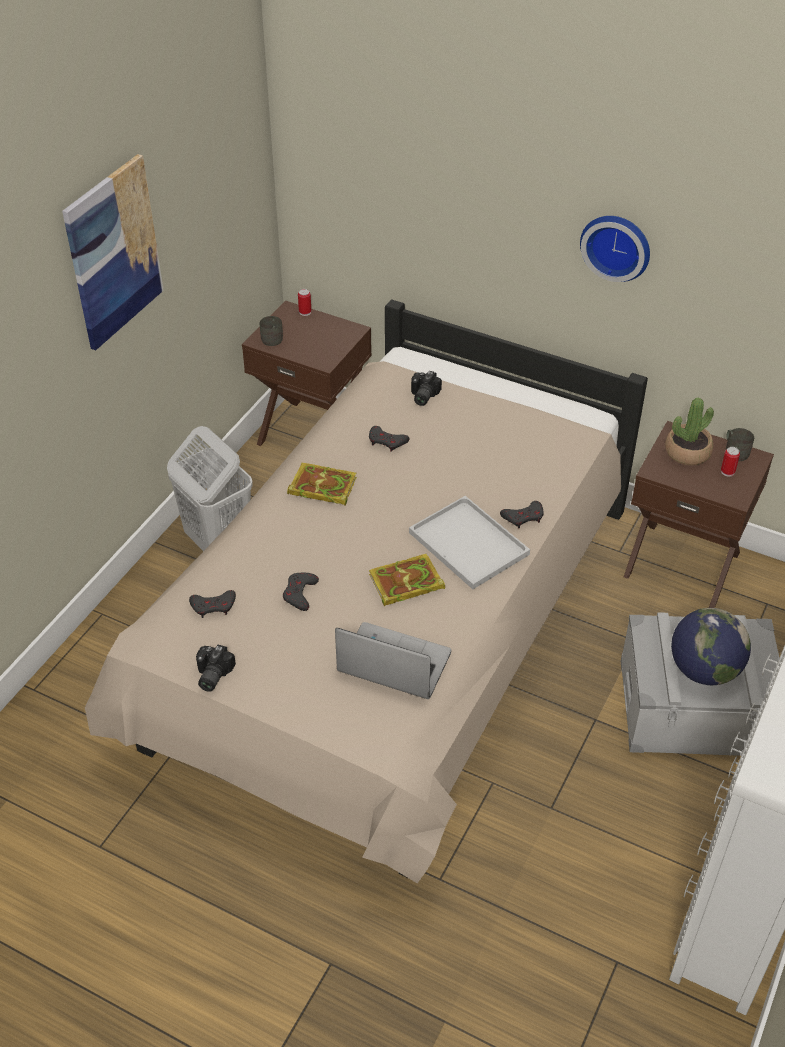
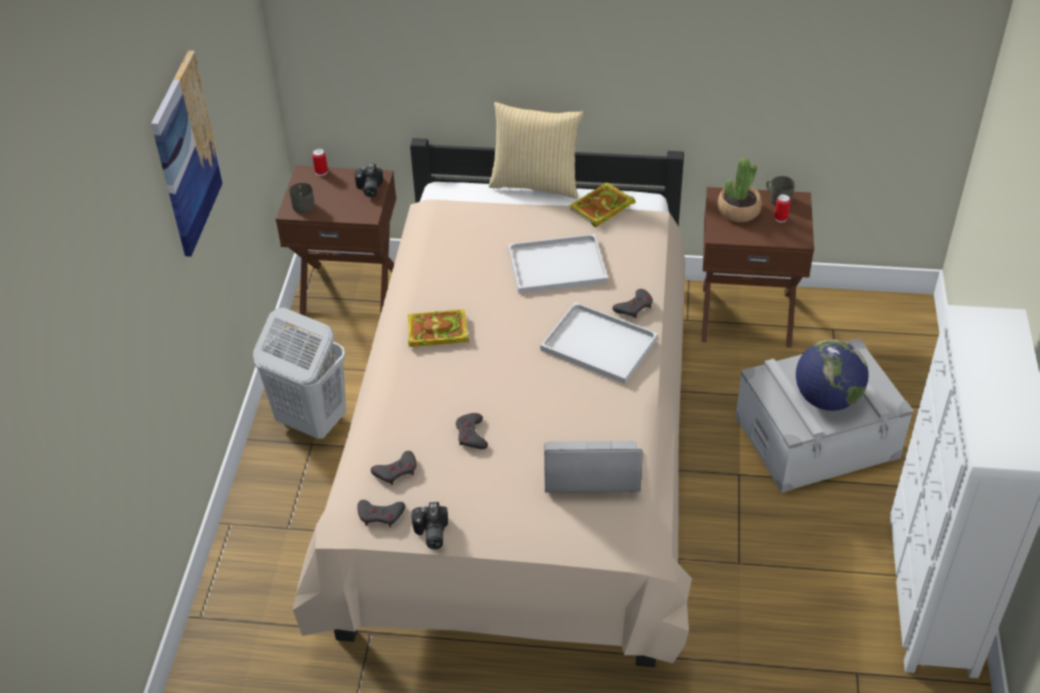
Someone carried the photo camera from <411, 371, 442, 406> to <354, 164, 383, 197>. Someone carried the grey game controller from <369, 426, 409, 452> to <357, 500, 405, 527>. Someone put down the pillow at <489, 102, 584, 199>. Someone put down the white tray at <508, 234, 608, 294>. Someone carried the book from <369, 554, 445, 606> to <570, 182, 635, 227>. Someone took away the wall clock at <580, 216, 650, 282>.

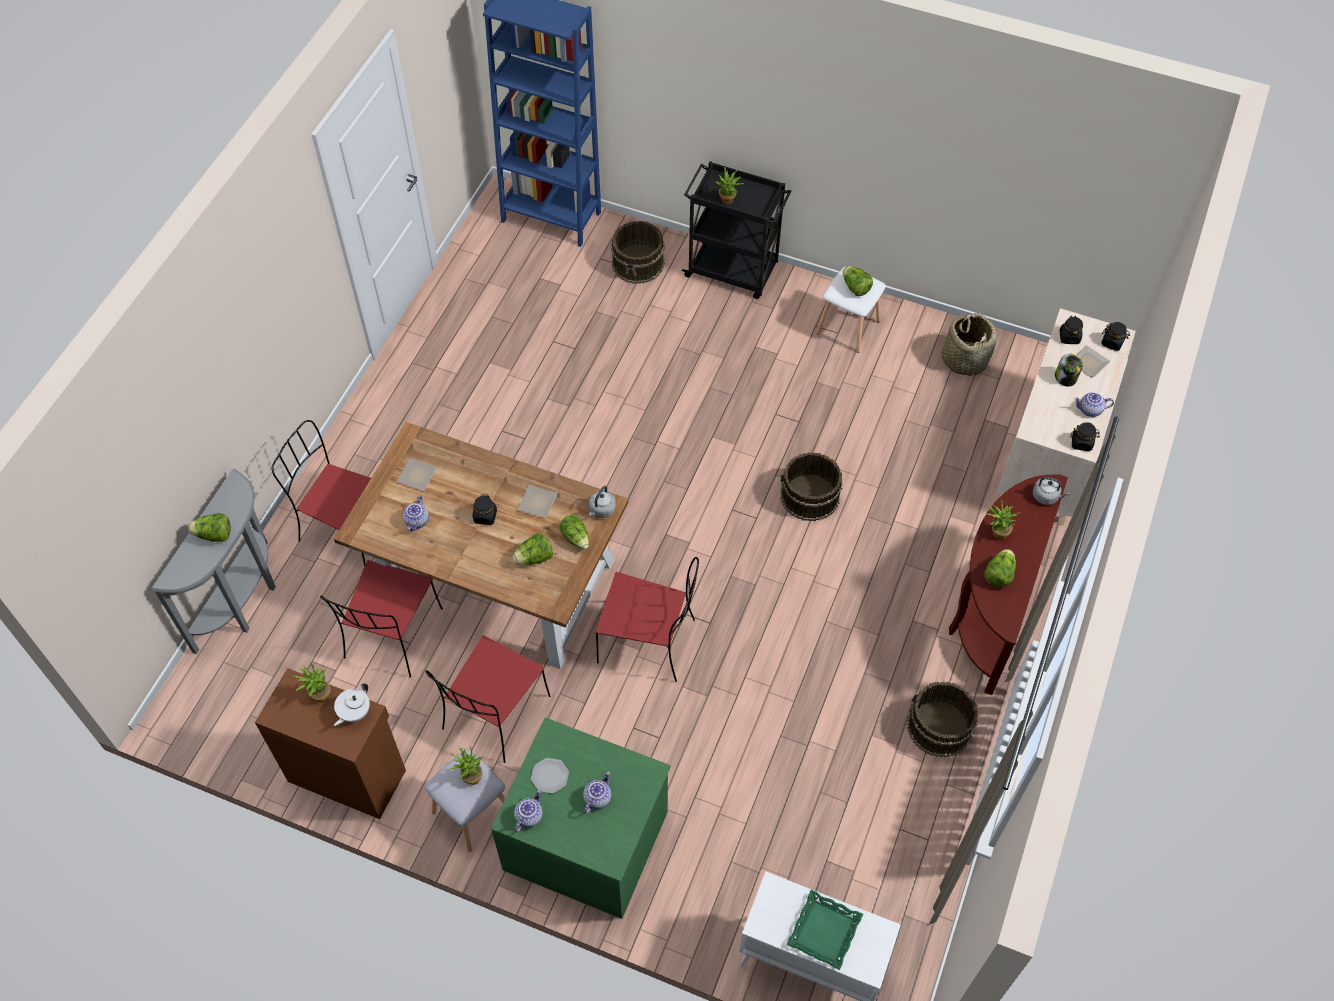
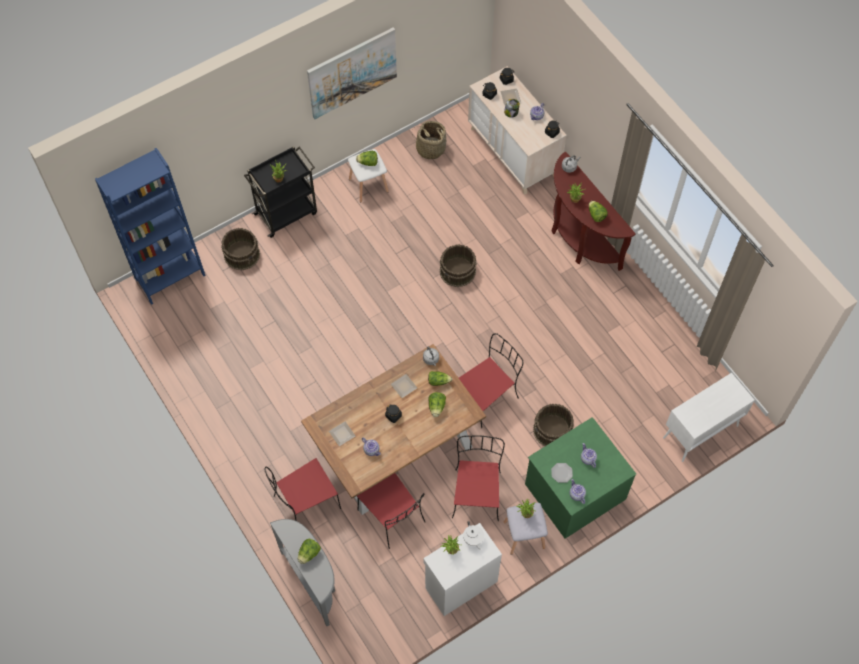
Someone put up the picture at <307, 27, 397, 119>. Someone repainted the brown cabinet at <255, 668, 406, 819>, which became the white cabinet at <423, 523, 502, 616>. Someone rotated the red chair at <425, 635, 550, 763> by 150 degrees counterclockwise. Someone carried the brown bucket from <907, 681, 978, 757> to <533, 403, 574, 446>. Someone took away the green tray at <786, 890, 863, 970>.

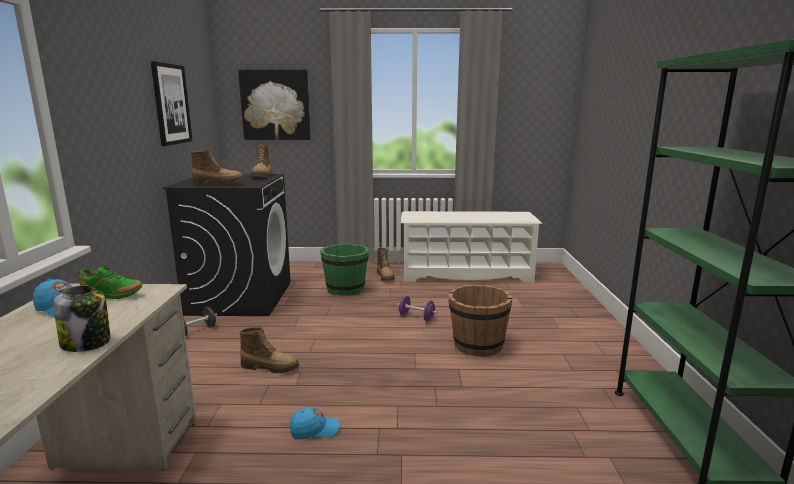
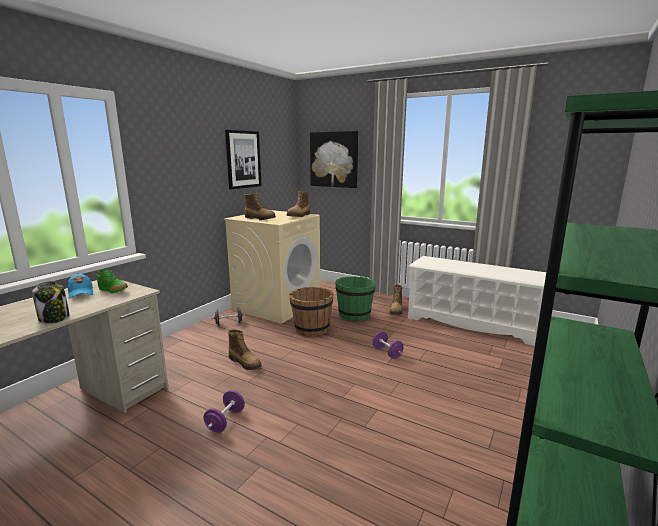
Someone swapped the blue cap at <290, 408, 339, 440> for the purple dumbbell at <204, 390, 245, 433>. Someone repainted the black washing machine at <162, 174, 291, 316>, which became the beige washing machine at <224, 210, 320, 324>. Someone carried the brown bucket from <449, 285, 512, 357> to <289, 287, 333, 337>.

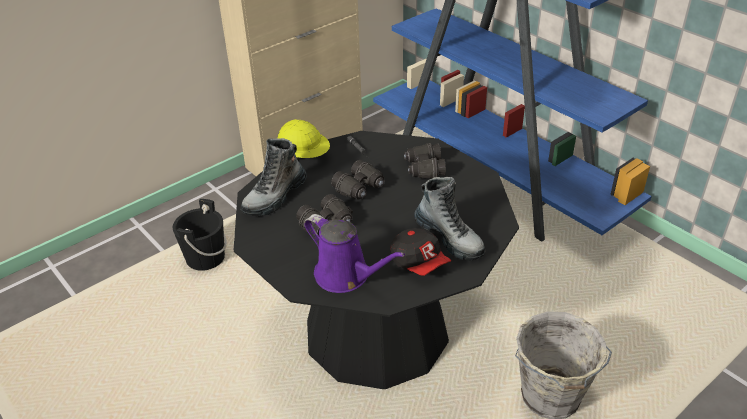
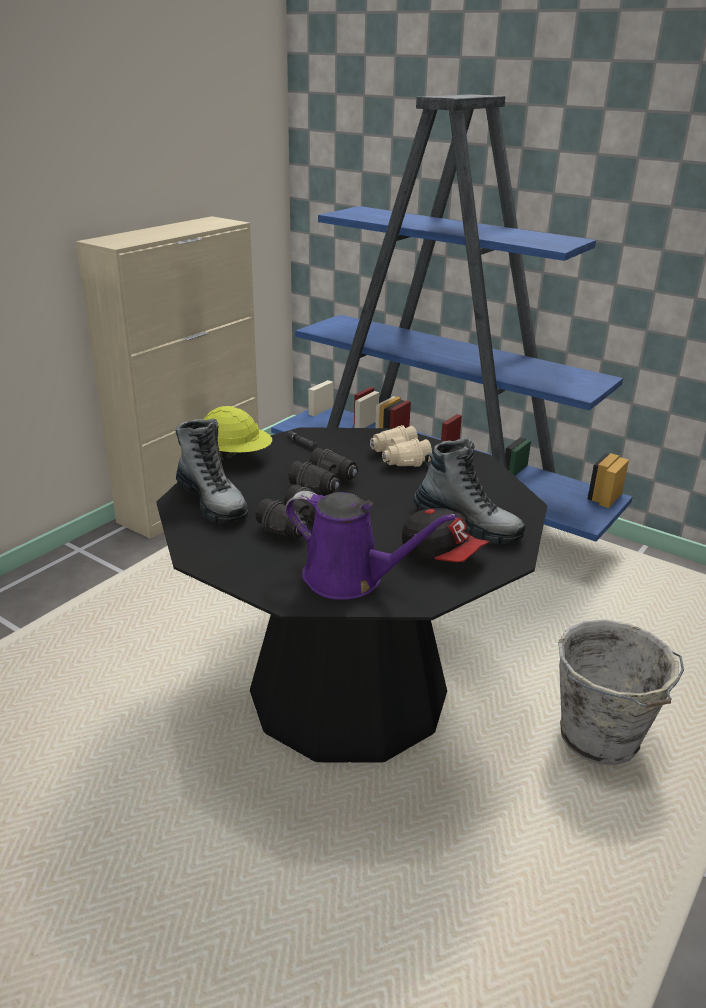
Someone rotated the boot at <241, 138, 307, 216> by 60 degrees counterclockwise. Someone repainted the black binoculars at <404, 143, 446, 178>, which became the beige binoculars at <370, 425, 432, 467>. Someone took away the black bucket at <173, 199, 227, 271>.

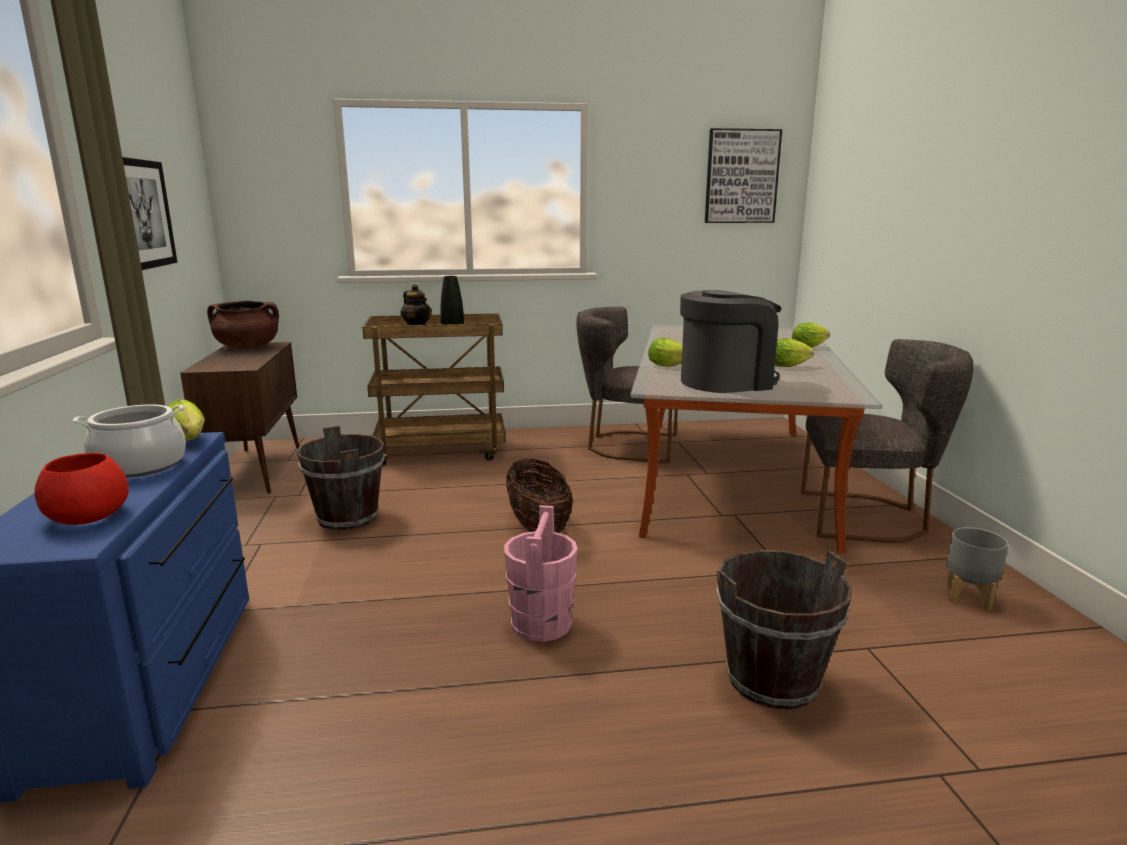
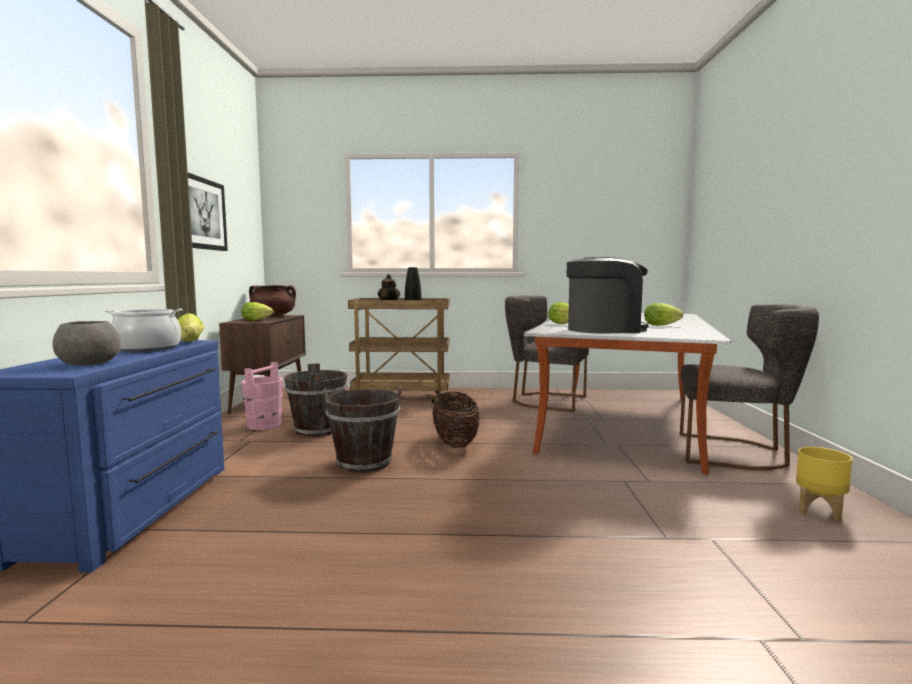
Someone repainted the red bowl at <35, 453, 129, 525>, which became the grey bowl at <53, 321, 121, 366>. Someone carried the lettuce from <792, 323, 830, 348> to <241, 302, 274, 321>. Someone carried the pink bucket from <504, 505, 577, 642> to <242, 362, 283, 430>. Someone carried the brown bucket from <716, 550, 853, 709> to <323, 386, 402, 473>. Someone repainted the grey planter at <946, 527, 1009, 610>, which became the yellow planter at <796, 447, 853, 522>. Someone took away the picture at <705, 128, 782, 223>.

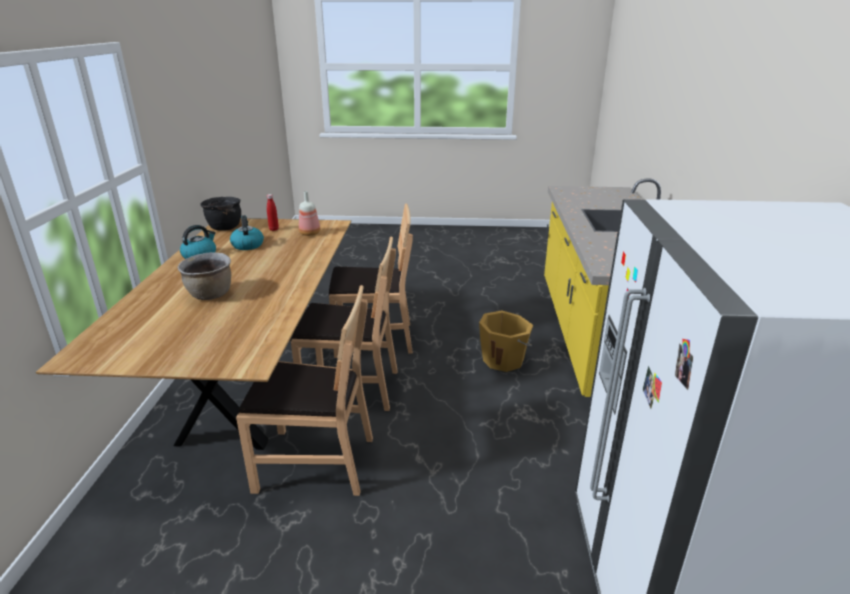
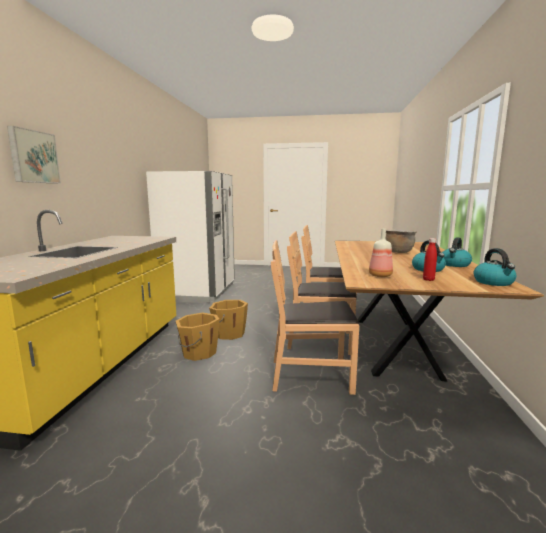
Someone put up the picture at <7, 126, 61, 184>. Someone put down the orange bucket at <209, 300, 248, 340>. Someone swapped the black cooking pot at <200, 197, 241, 231> for the kettle at <474, 248, 516, 286>.

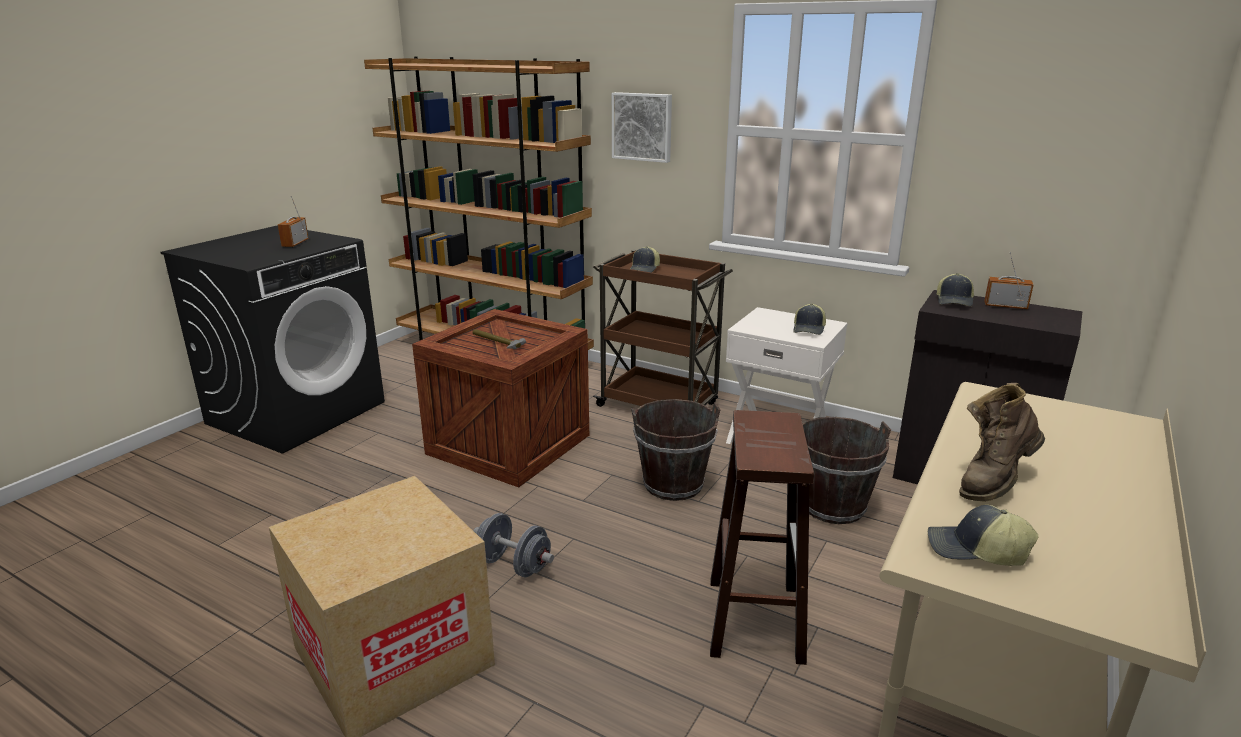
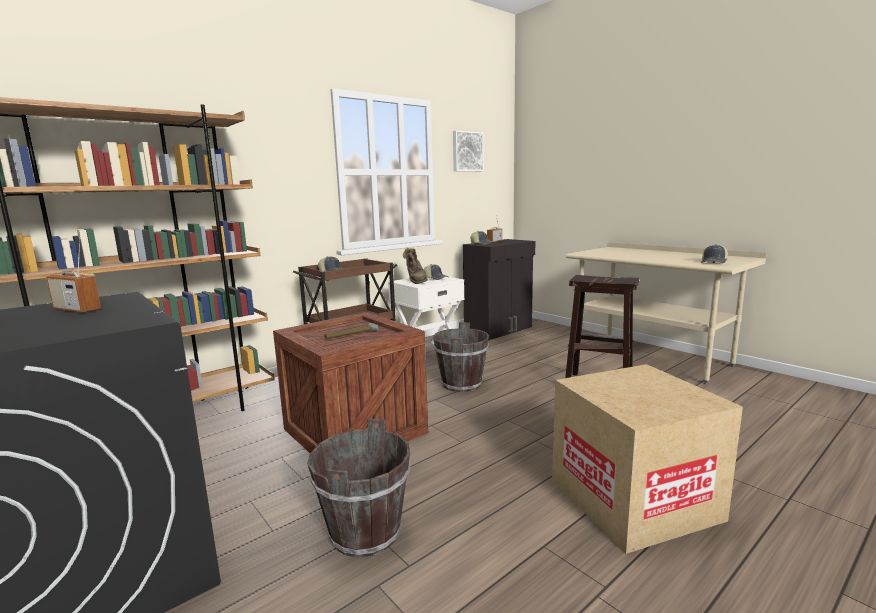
Someone carried the brown bucket from <803, 417, 891, 524> to <308, 418, 410, 558>. Someone carried the brown boot from <959, 383, 1045, 502> to <403, 248, 428, 284>. Someone carried the picture from <612, 92, 672, 163> to <453, 131, 484, 171>. Someone took away the grey dumbbell at <474, 513, 554, 577>.

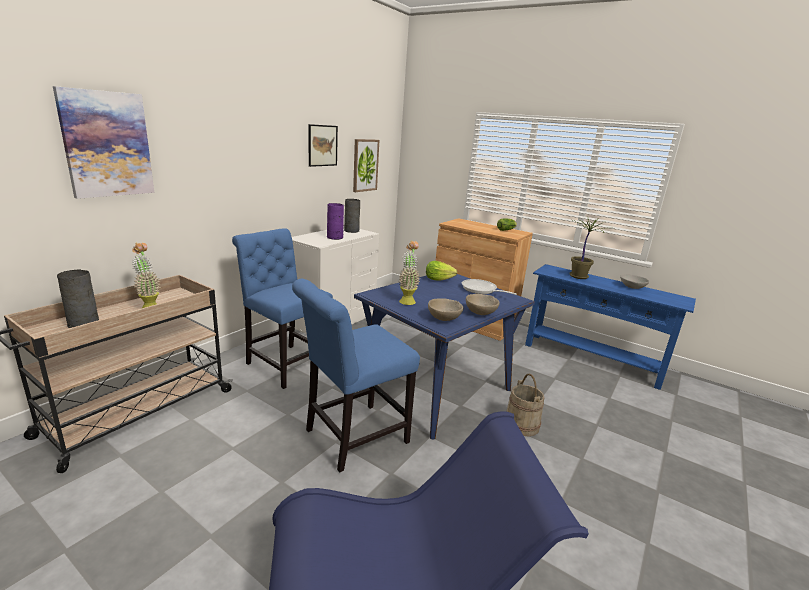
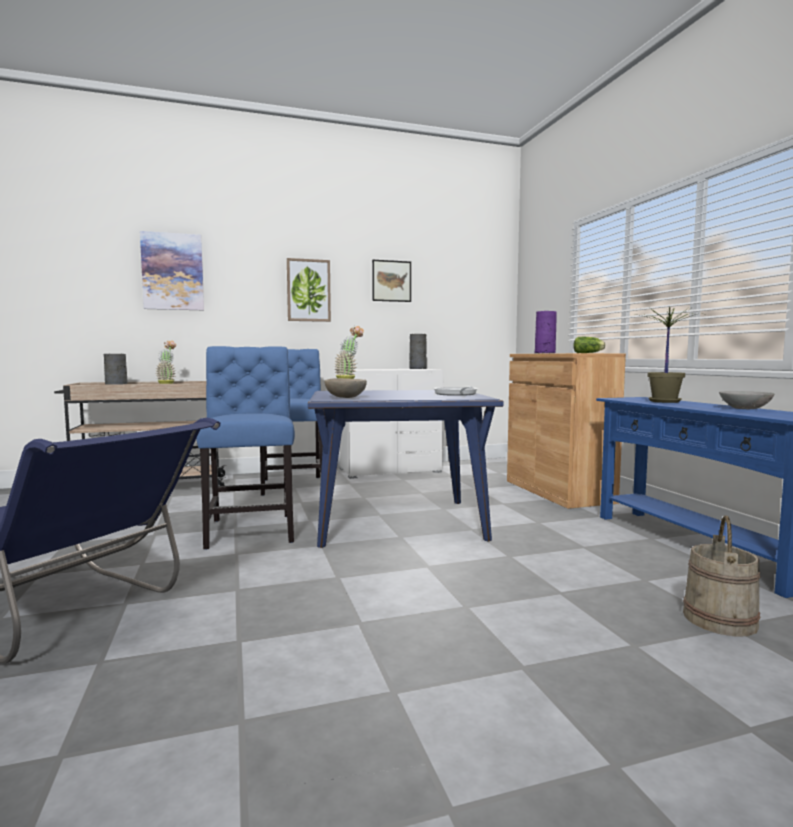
Someone rotated the blue chair at <292, 279, 420, 473> by 75 degrees clockwise. Someone carried the picture from <353, 139, 379, 192> to <287, 258, 331, 322>. Someone carried the purple vase from <327, 203, 344, 240> to <535, 311, 557, 353>. Someone carried the beige bucket from <506, 374, 545, 436> to <683, 516, 761, 636>. Someone took away the lettuce at <426, 261, 457, 281>. Someone took away the beige bowl at <466, 294, 500, 315>.

